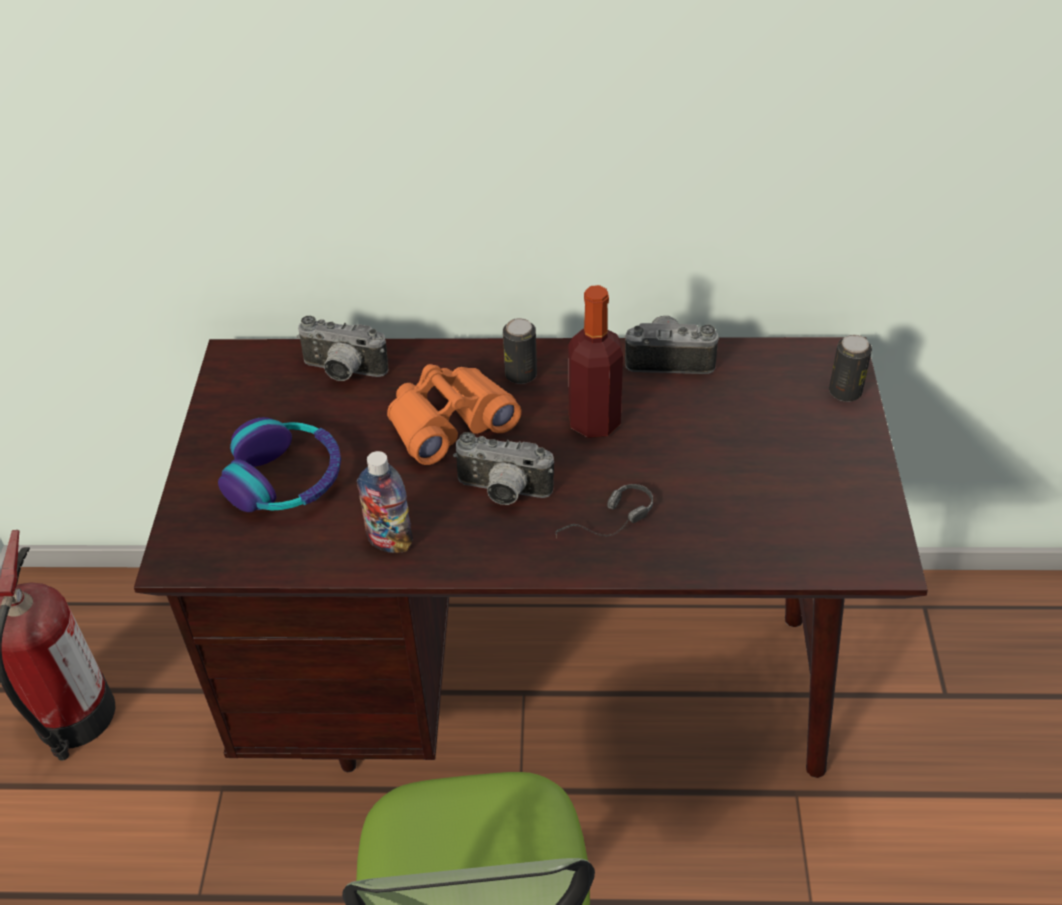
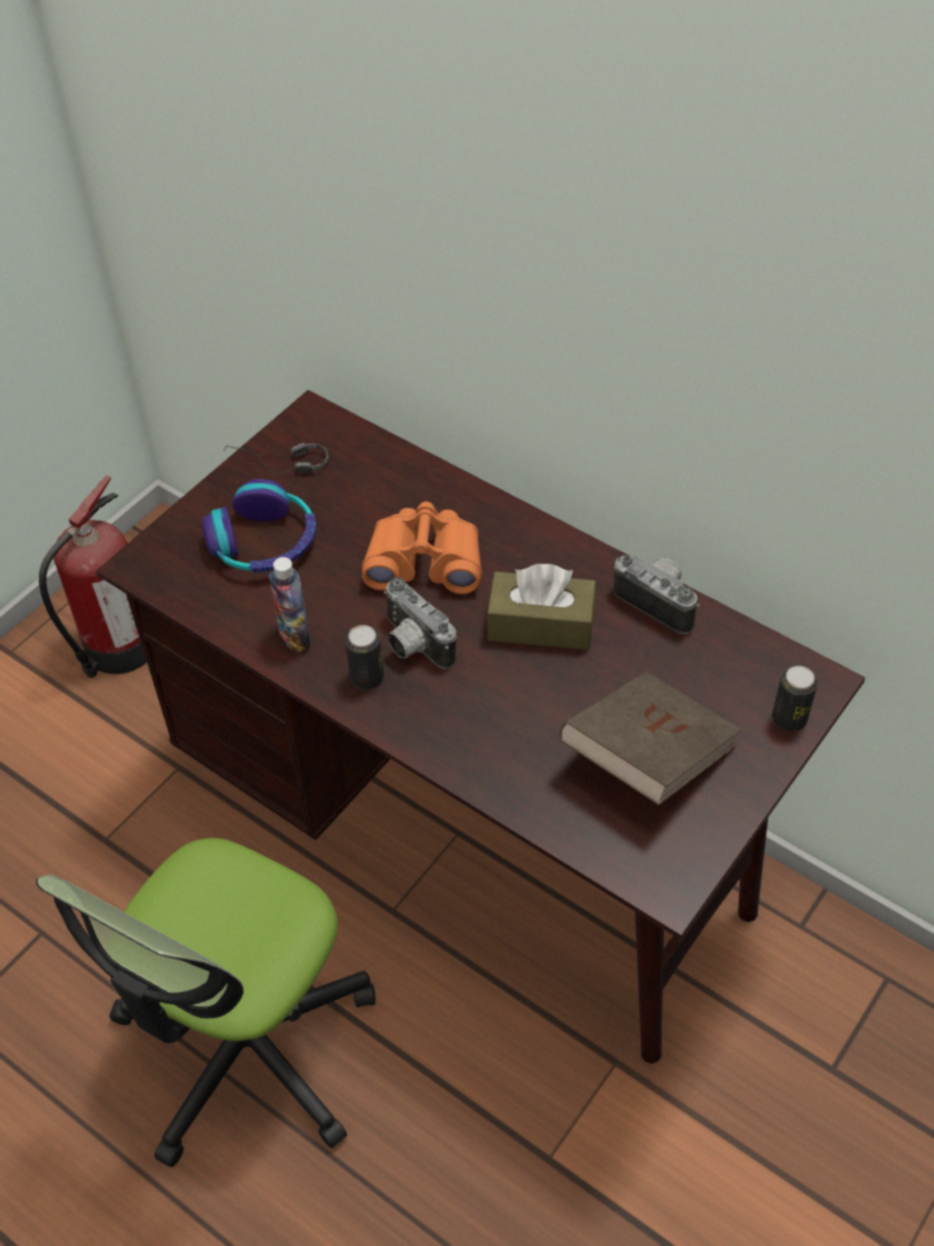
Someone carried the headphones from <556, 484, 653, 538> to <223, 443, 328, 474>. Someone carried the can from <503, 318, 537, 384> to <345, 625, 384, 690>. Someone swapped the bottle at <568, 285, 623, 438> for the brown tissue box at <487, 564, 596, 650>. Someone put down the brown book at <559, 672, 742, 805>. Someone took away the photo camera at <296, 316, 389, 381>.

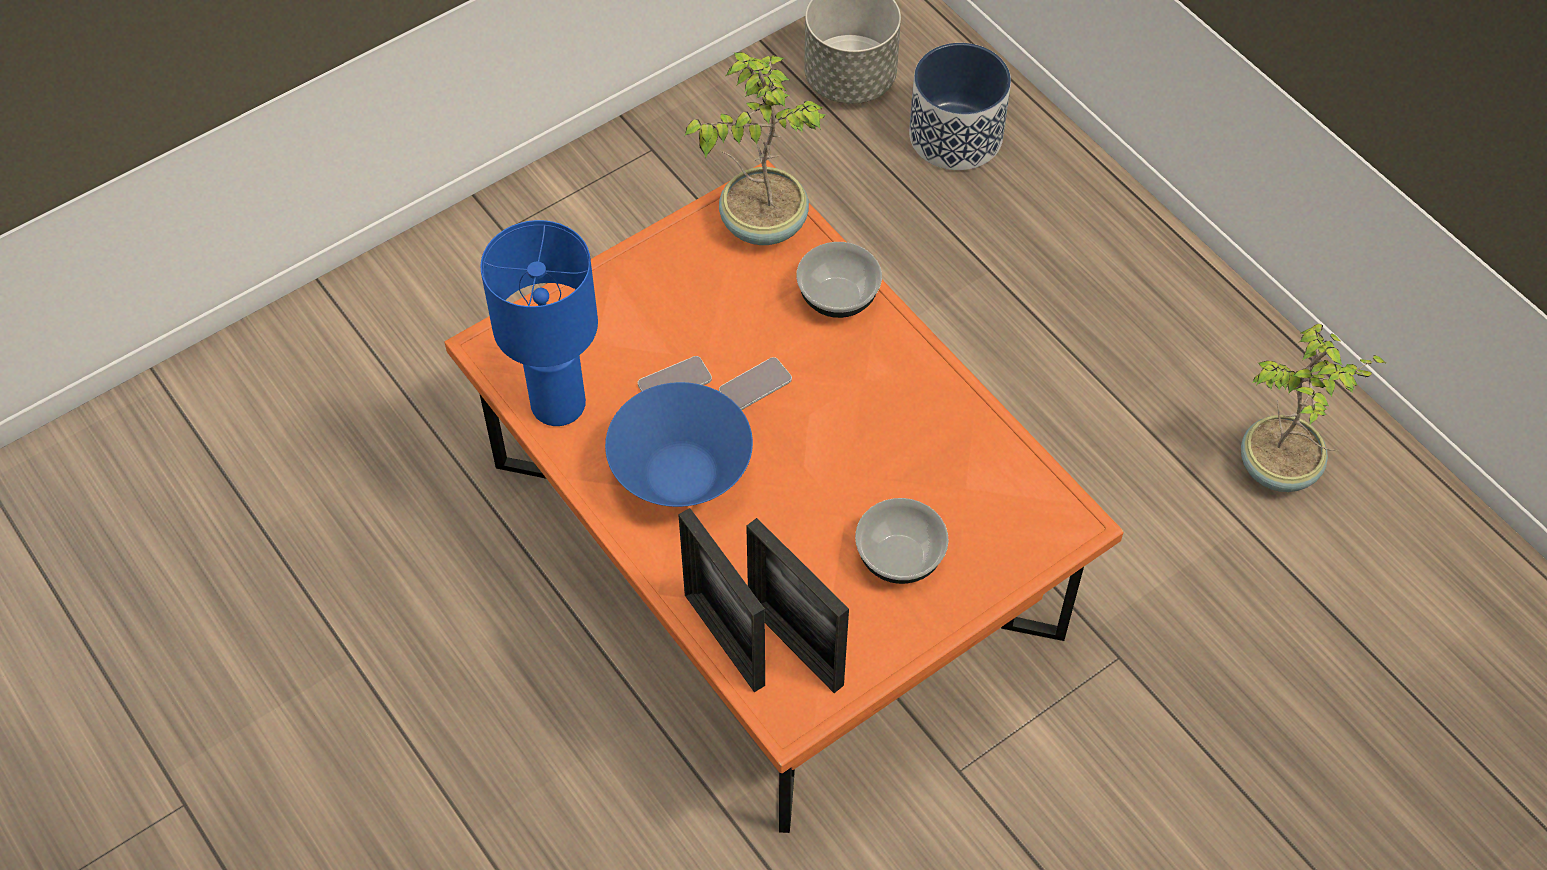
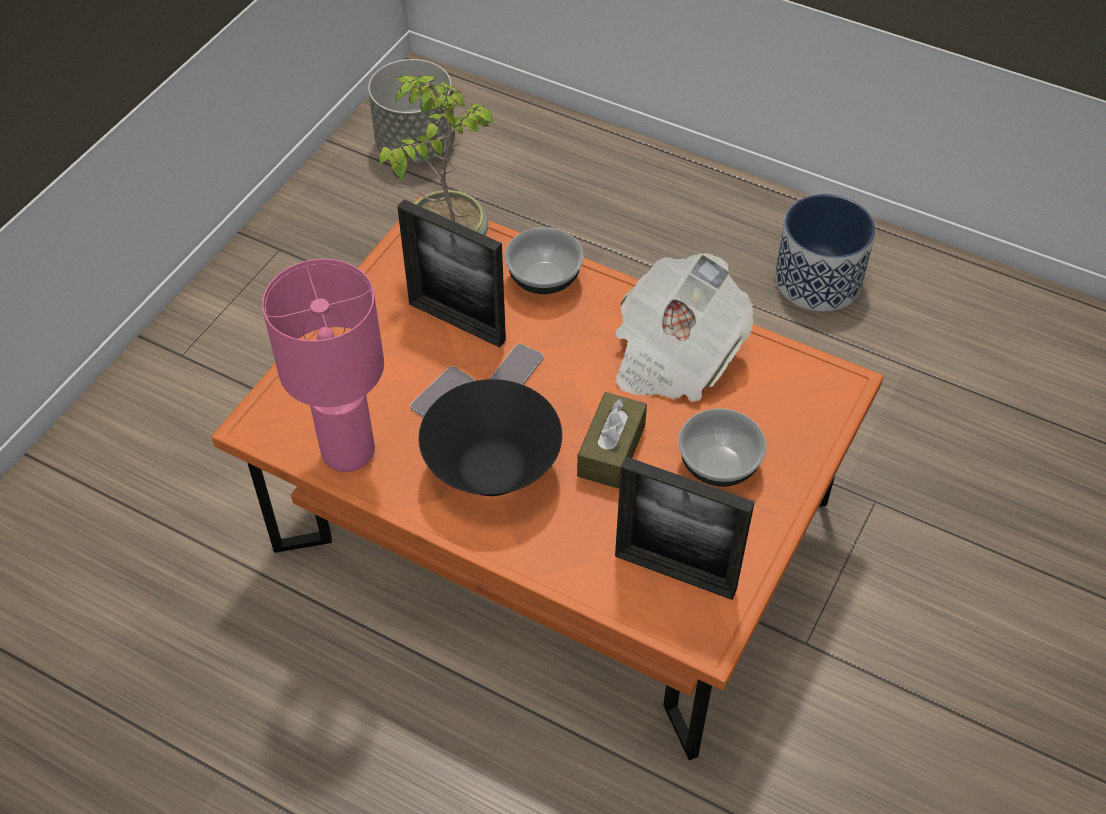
Someone repainted the blue table lamp at <480, 220, 598, 426>, which became the pink table lamp at <262, 259, 384, 472>. Someone carried the picture frame from <678, 508, 765, 692> to <397, 199, 506, 348>. Someone repainted the blue bowl at <605, 382, 753, 507>, which became the black bowl at <419, 379, 562, 496>. Someone put down the brown tissue box at <577, 392, 647, 489>. Someone put down the newspaper at <615, 253, 754, 402>. Someone carried the planter from <909, 43, 1011, 170> to <775, 194, 875, 311>. Someone took away the potted plant at <1241, 324, 1386, 492>.

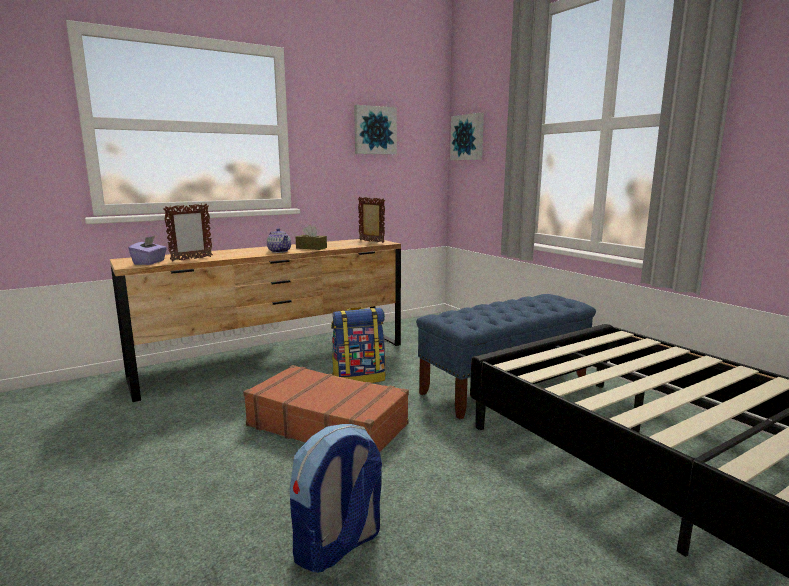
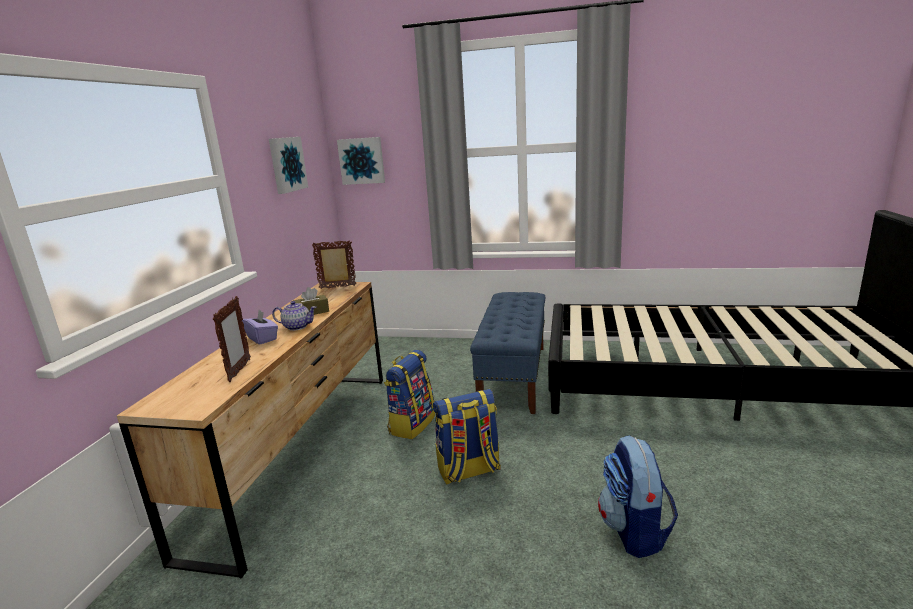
Someone carried the purple tissue box from <128, 236, 167, 265> to <242, 310, 278, 344>. Someone swapped the brown suitcase at <243, 365, 409, 452> for the backpack at <433, 389, 501, 485>.

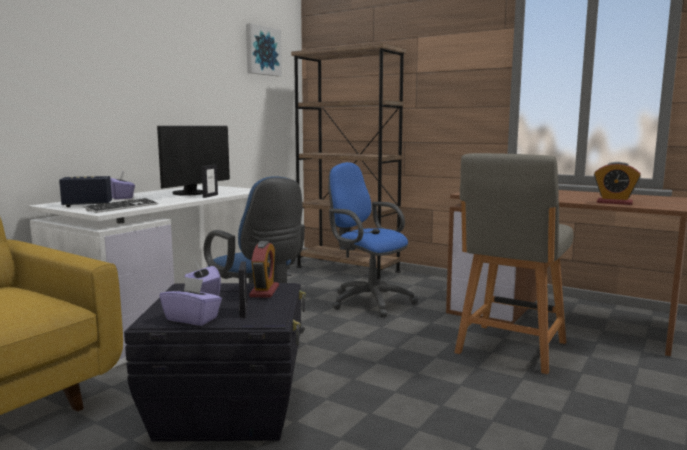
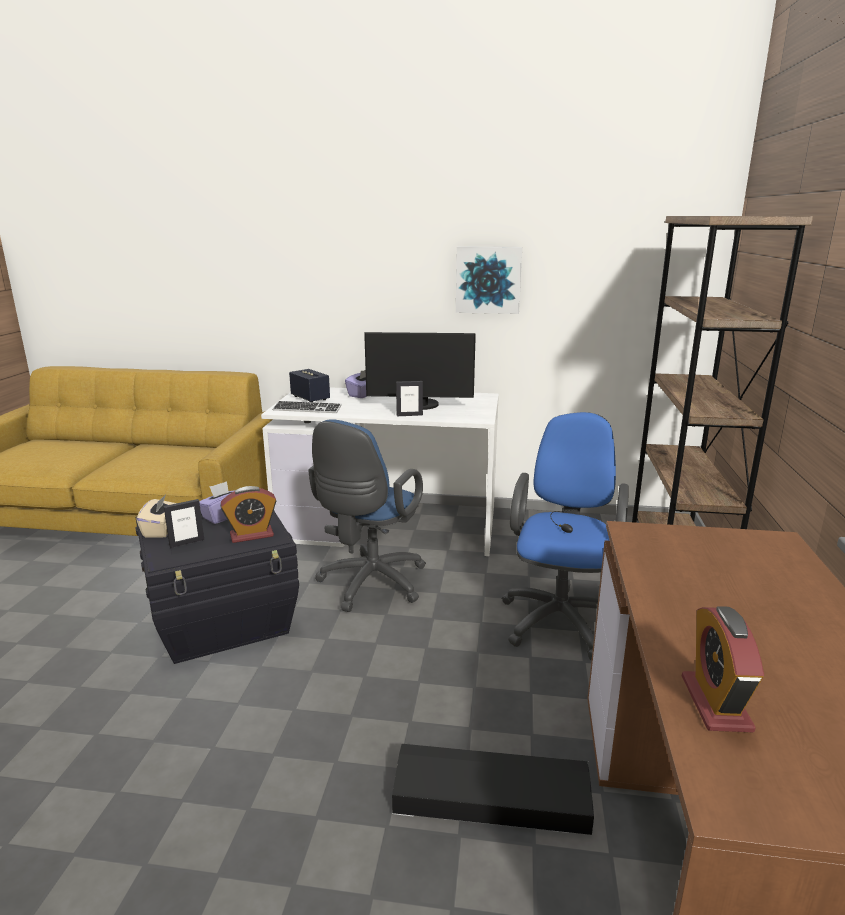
Someone repainted the purple tissue box at <159, 277, 222, 326>, which became the beige tissue box at <136, 494, 176, 538>. Someone swapped the grey chair at <454, 153, 574, 374> for the black storage box at <392, 744, 594, 835>. Someone carried the picture from <246, 23, 282, 76> to <456, 247, 522, 314>.

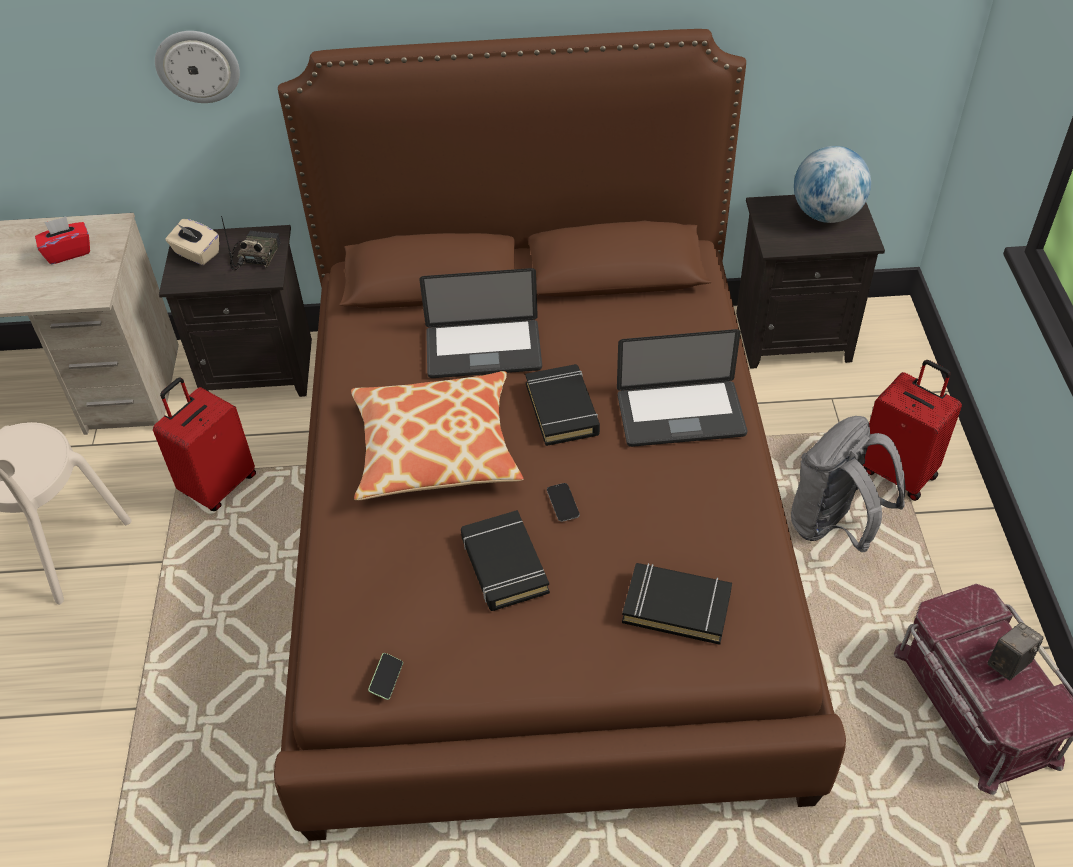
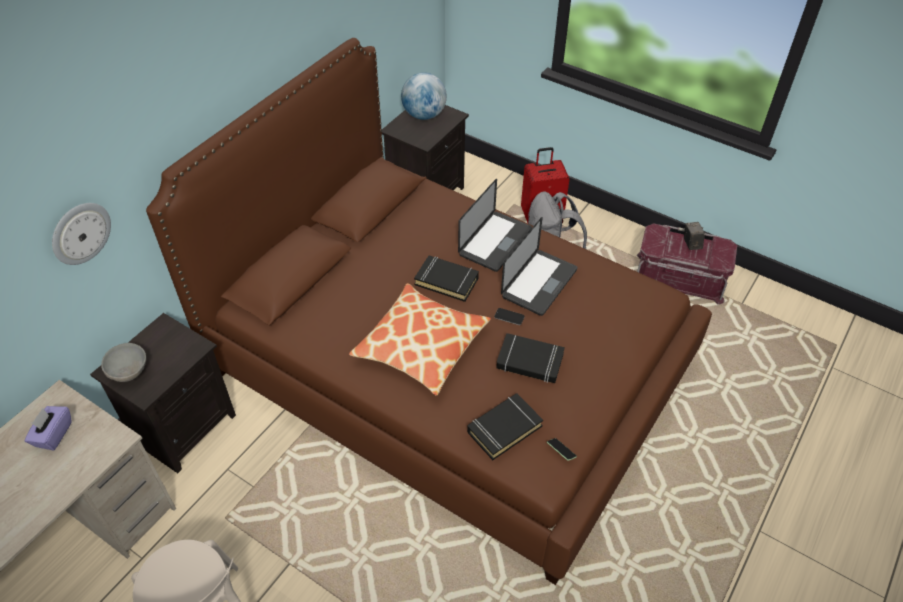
Someone repainted the red tissue box at <35, 216, 90, 264>, which became the purple tissue box at <24, 406, 72, 450>. Someone swapped the beige tissue box at <165, 219, 219, 265> for the grey bowl at <101, 343, 146, 382>. Someone carried the black book from <622, 563, 732, 645> to <467, 393, 543, 460>. Someone carried the laptop from <419, 268, 542, 378> to <501, 217, 578, 316>. Someone took away the red suitcase at <153, 377, 256, 511>. Someone took away the radio at <221, 216, 281, 270>.

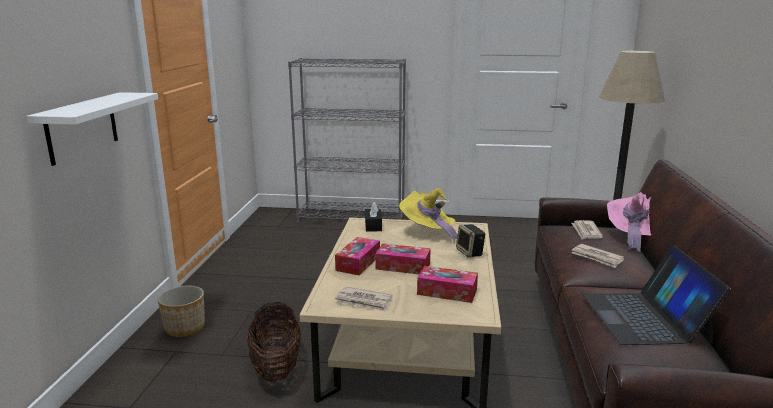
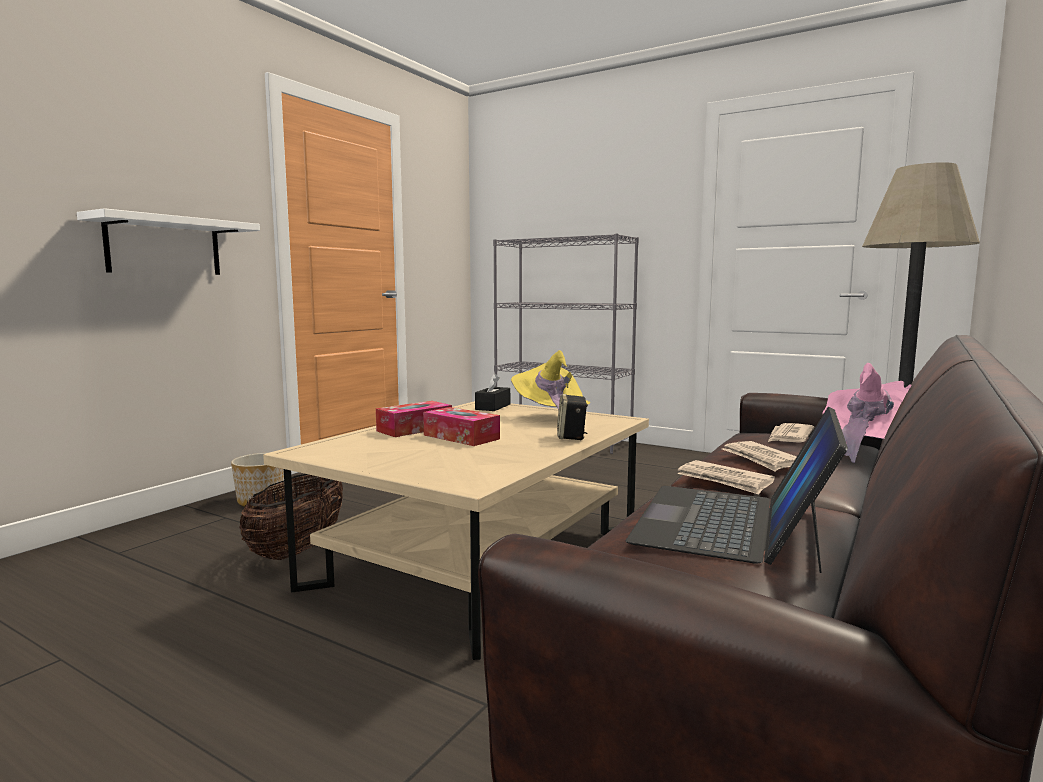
Someone carried the newspaper from <335, 287, 393, 312> to <677, 460, 775, 495>. Someone took away the tissue box at <417, 266, 478, 303>.

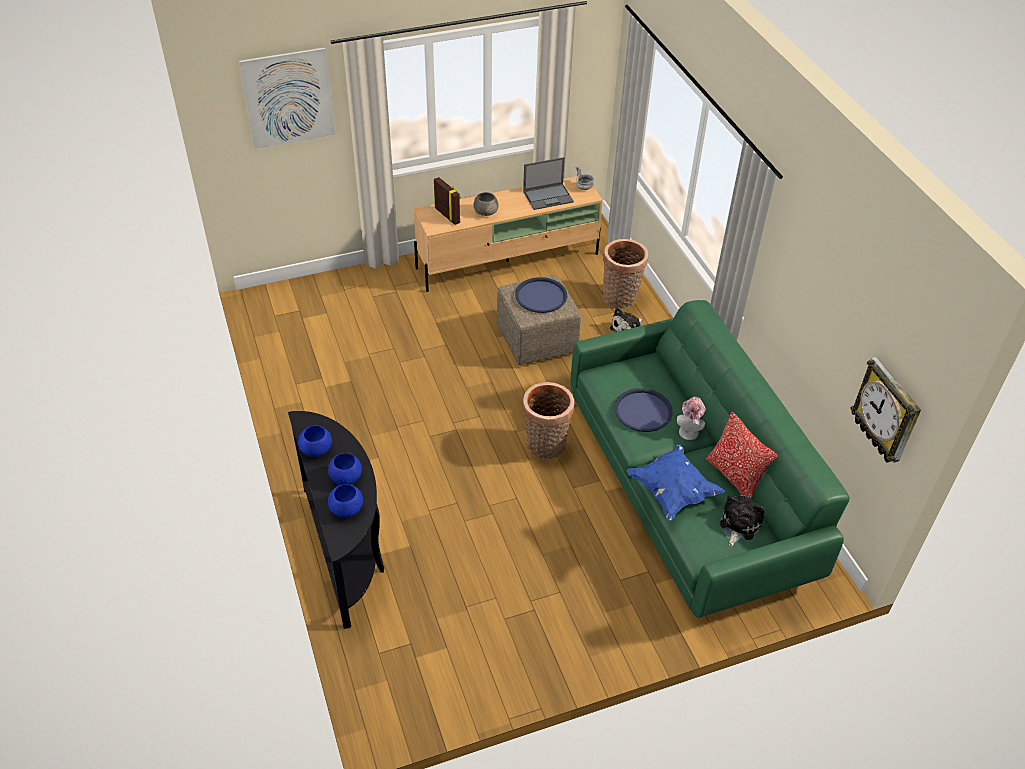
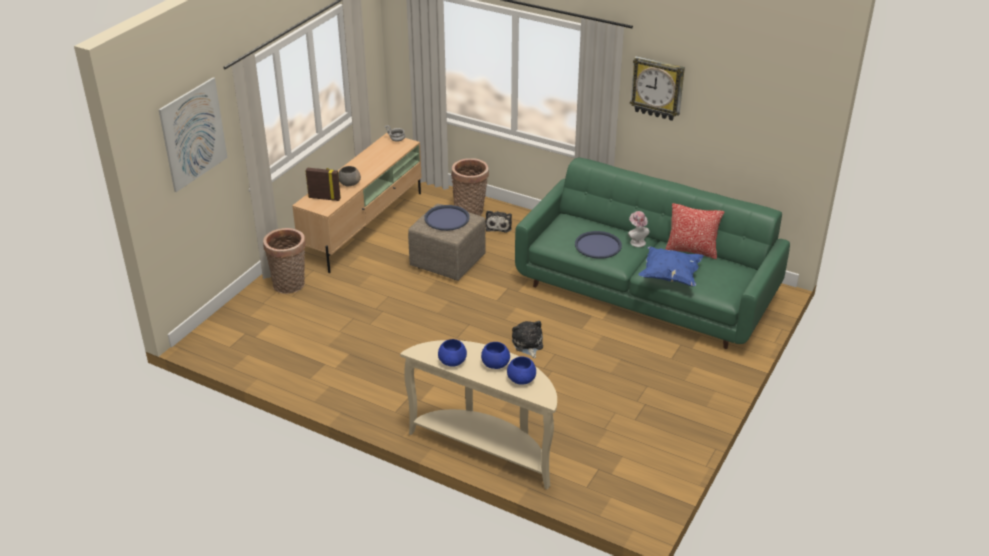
Someone carried the basket from <523, 382, 574, 459> to <263, 228, 306, 294>. Someone repainted the black console table at <288, 411, 384, 629>, which became the beige console table at <400, 340, 557, 490>. Someone carried the plush toy from <720, 495, 765, 547> to <512, 321, 543, 358>. Someone carried the wall clock from <850, 357, 921, 463> to <630, 56, 685, 121>. Someone took away the laptop at <523, 157, 574, 210>.

